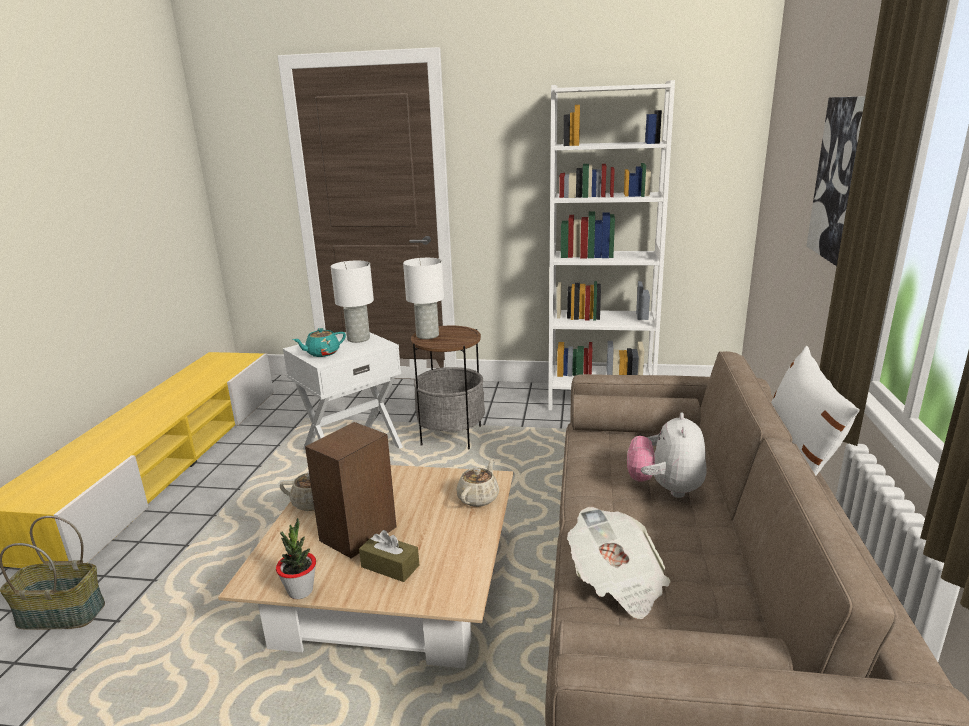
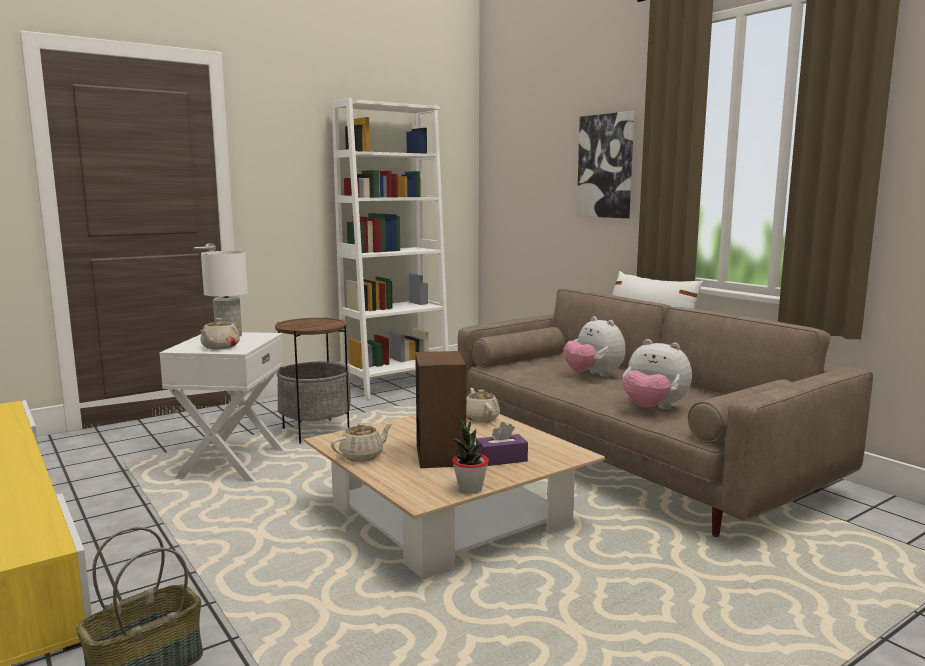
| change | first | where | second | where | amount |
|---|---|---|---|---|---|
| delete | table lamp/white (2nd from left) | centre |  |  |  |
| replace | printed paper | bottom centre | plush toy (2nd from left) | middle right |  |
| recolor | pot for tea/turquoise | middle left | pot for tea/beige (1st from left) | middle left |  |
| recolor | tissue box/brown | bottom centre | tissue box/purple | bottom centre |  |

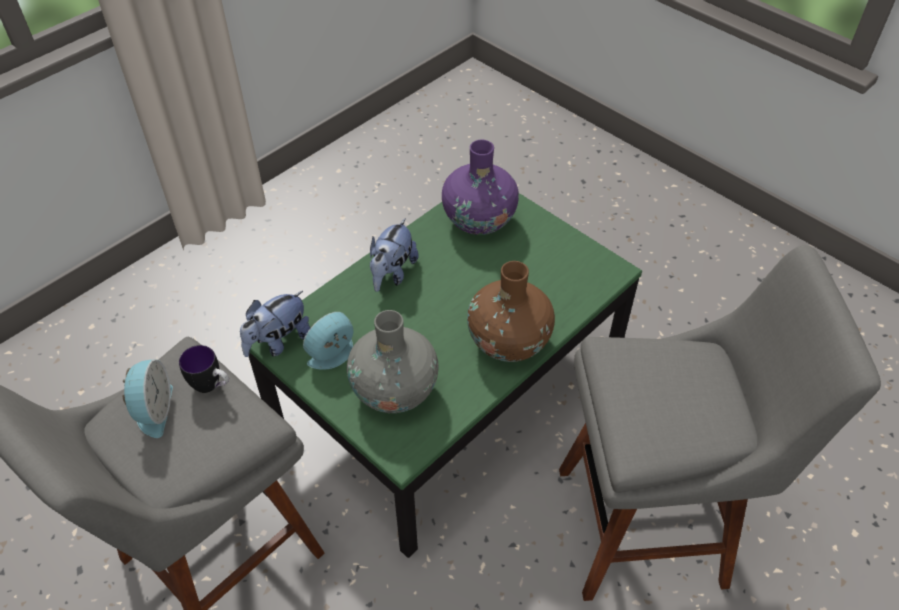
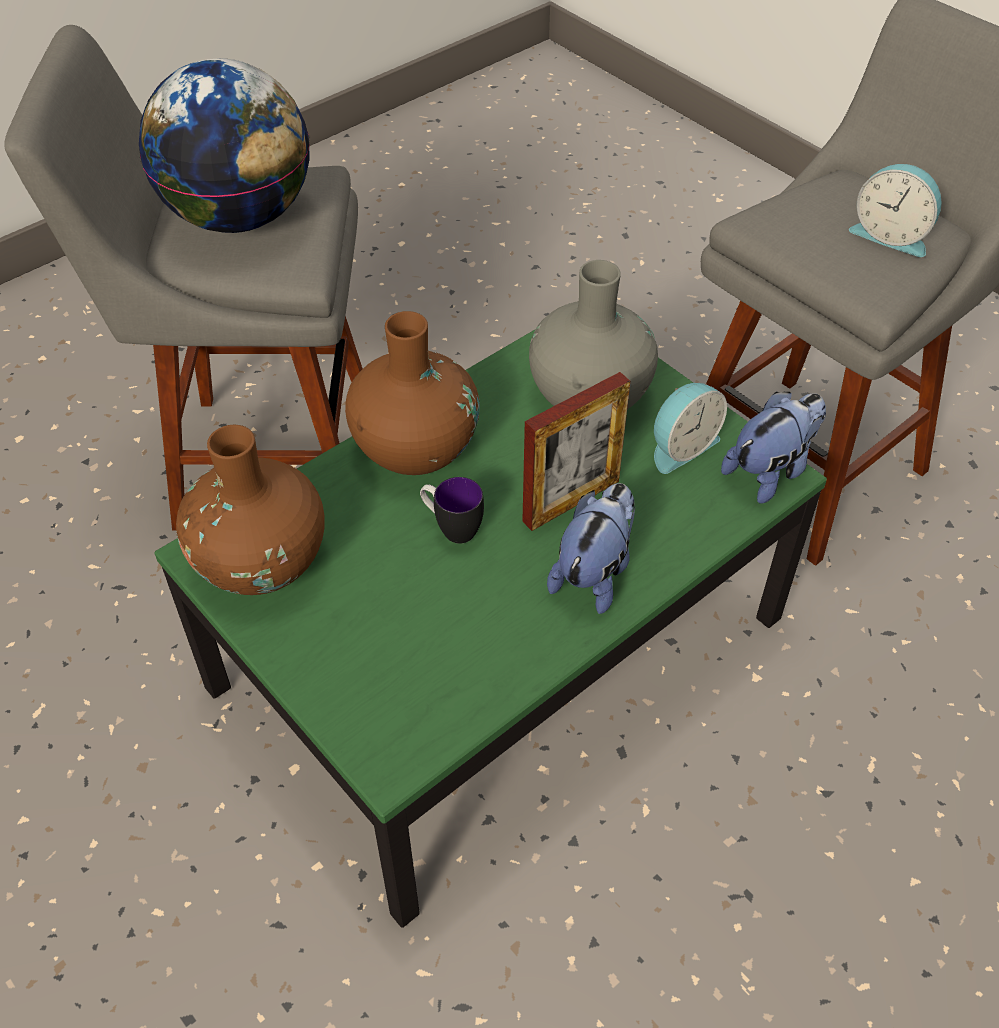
| change | first | where | second | where | amount |
|---|---|---|---|---|---|
| delete | vase/purple | top centre |  |  |  |
| insert |  |  | world globe | top left |  |
| insert |  |  | vase/brown (1st from left) | middle left |  |
| insert |  |  | picture frame | centre |  |
| move | tea mug | middle left |  | centre |  |
| rotate | alarm clock (1st from left in the first image) | middle left | alarm clock (2nd from left) | top right | 60 degrees counterclockwise |

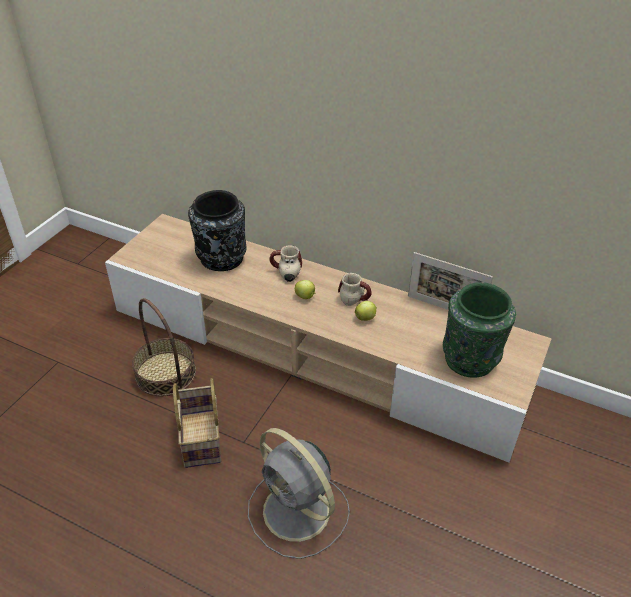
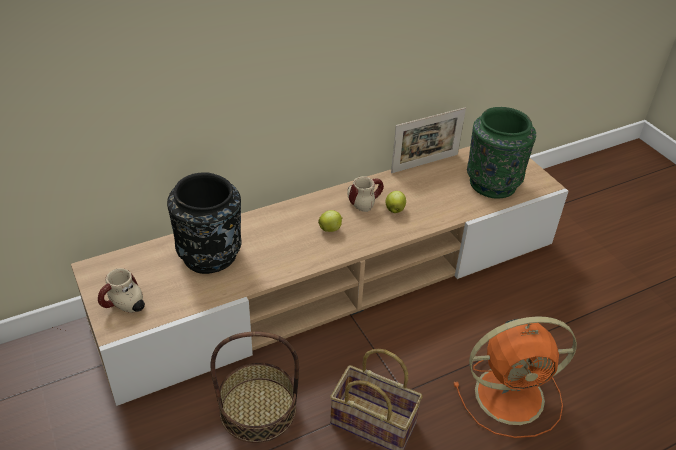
| change | first | where | second | where | amount |
|---|---|---|---|---|---|
| move | tea mug (1st from left) | centre |  | middle left |  |
| recolor | fan/grey | bottom centre | fan/orange-coloured | bottom right |  |

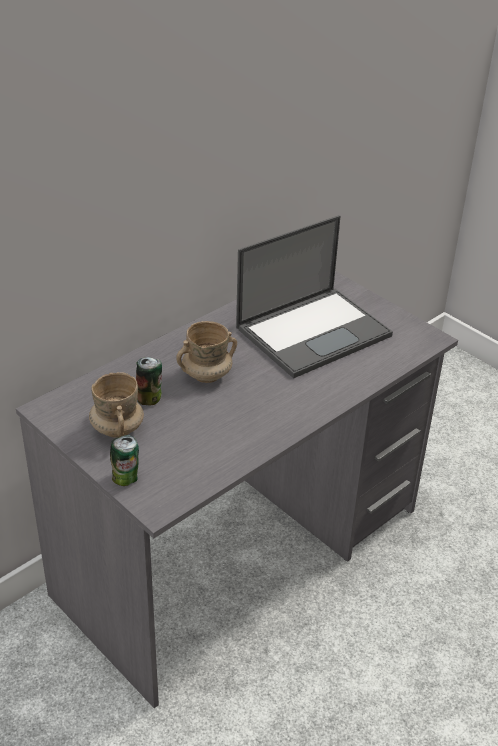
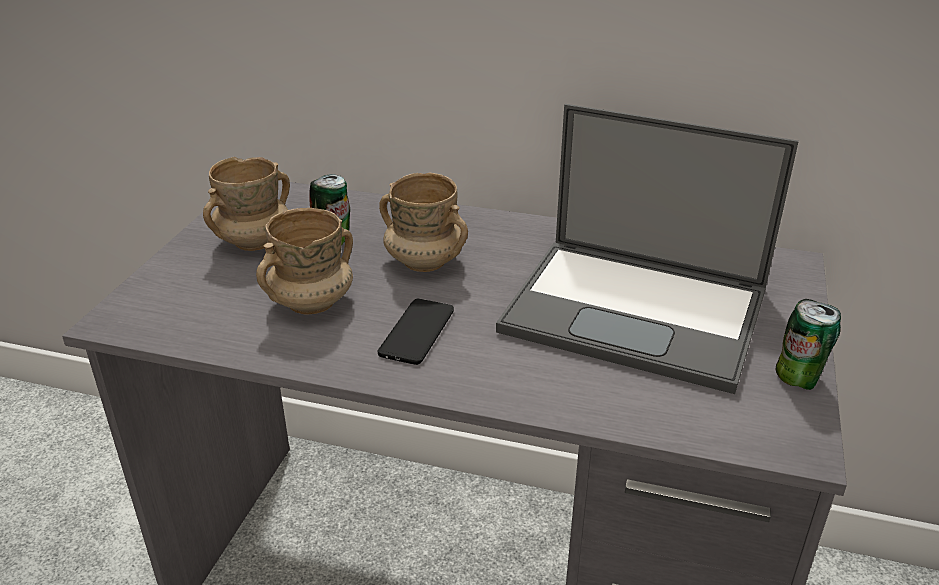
| change | first | where | second | where | amount |
|---|---|---|---|---|---|
| insert |  |  | tea mug/beige (2nd from left) | middle left |  |
| insert |  |  | telephone | centre |  |
| move | sealed can (1st from left in the first image) | middle left | sealed can (2nd from left) | middle right |  |

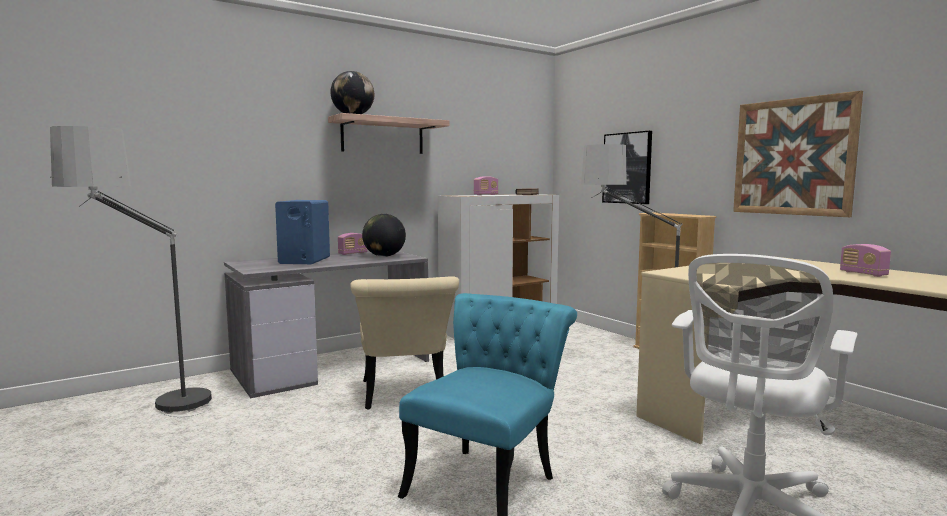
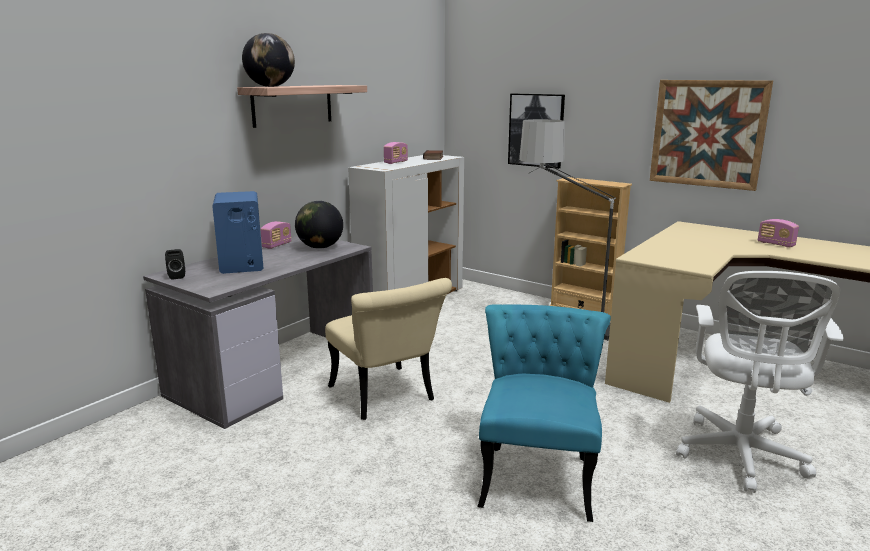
| change | first | where | second | where | amount |
|---|---|---|---|---|---|
| delete | standing lamp (1st from left) | middle left |  |  |  |
| insert |  |  | speaker/blackish | middle left |  |

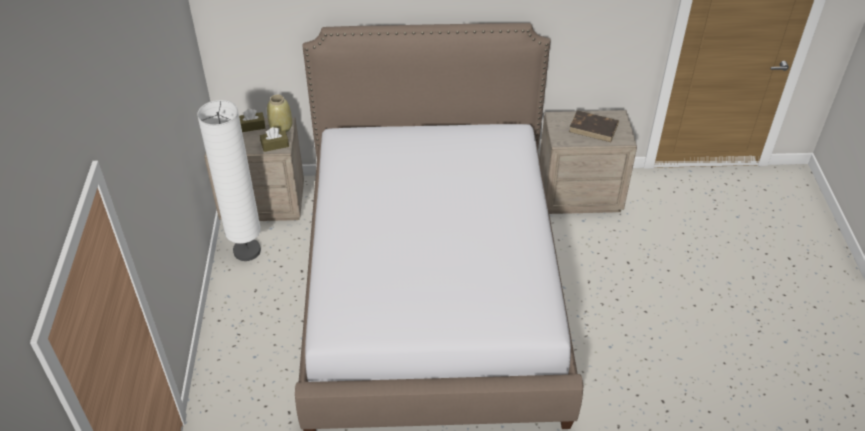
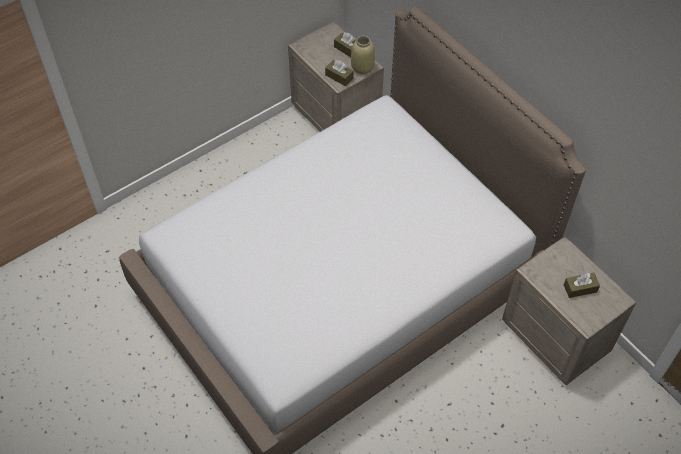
| change | first | where | second | where | amount |
|---|---|---|---|---|---|
| delete | standing lamp/white | middle left |  |  |  |
| replace | book/brown | top right | tissue box/brown (3rd from left) | middle right |  |

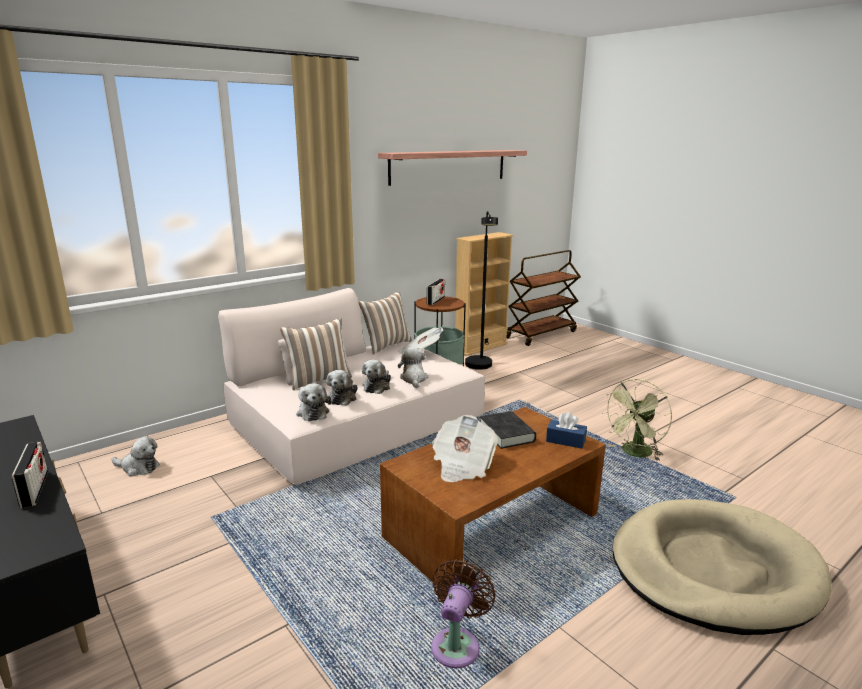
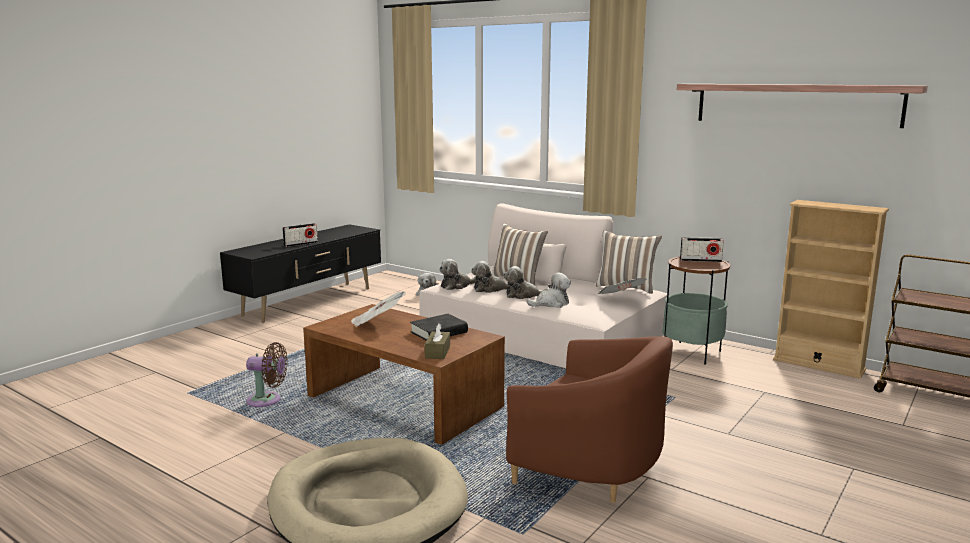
| change | first | where | second | where | amount |
|---|---|---|---|---|---|
| delete | standing lamp/blackish | centre |  |  |  |
| replace | fan/green | middle right | armchair/brown | bottom centre |  |
| recolor | tissue box/blue-coloured | centre | tissue box/brown | centre |  |

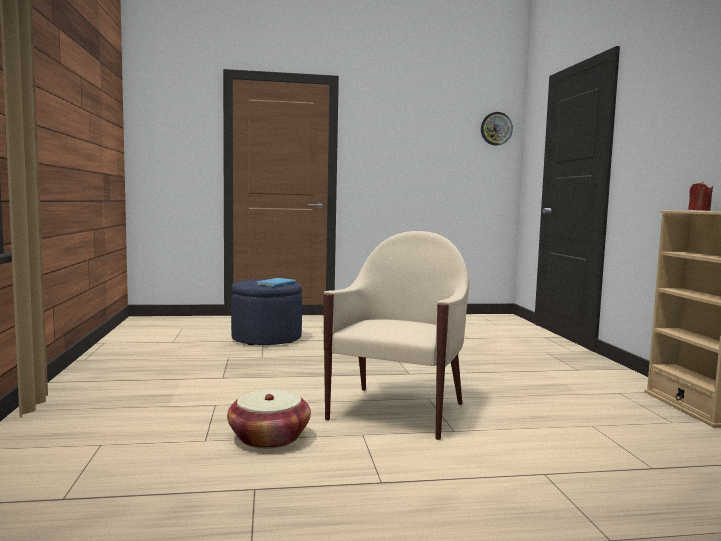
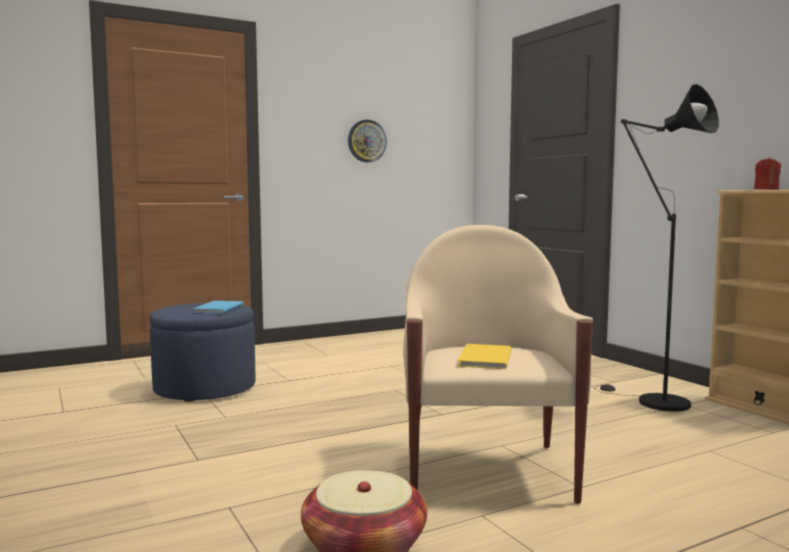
| change | first | where | second | where | amount |
|---|---|---|---|---|---|
| insert |  |  | book/yellow-coloured | centre |  |
| insert |  |  | standing lamp/blackish | middle right |  |
| move | wall clock | top right |  | top centre |  |

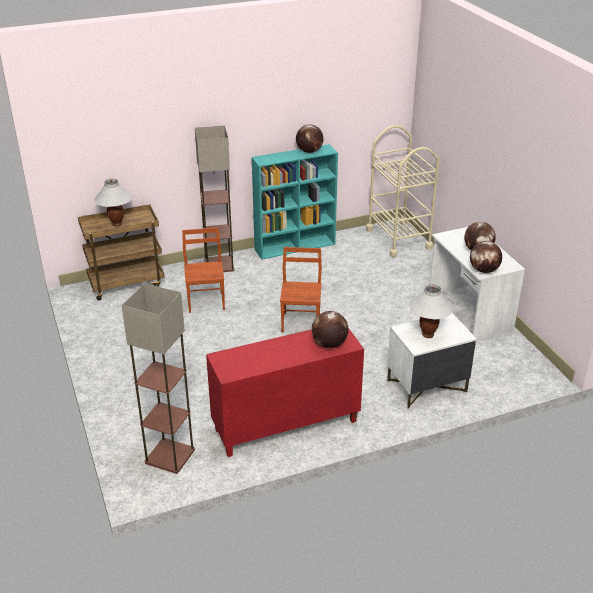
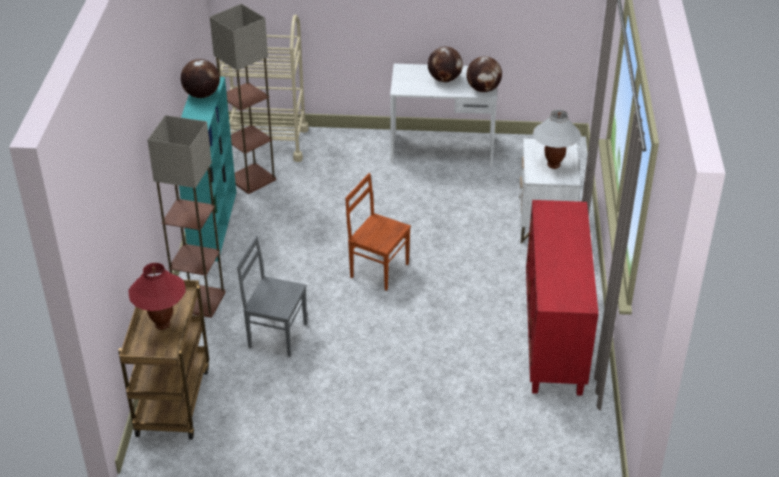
| change | first | where | second | where | amount |
|---|---|---|---|---|---|
| delete | world globe (2nd from left) | centre |  |  |  |
| move | standing lamp (1st from left in the first image) | middle left | standing lamp (2nd from left) | top left |  |
| recolor | table lamp/white (1st from left) | middle left | table lamp/red-coloured | middle left |  |
| recolor | plain chair/brown (1st from left) | centre | plain chair/grey | centre |  |

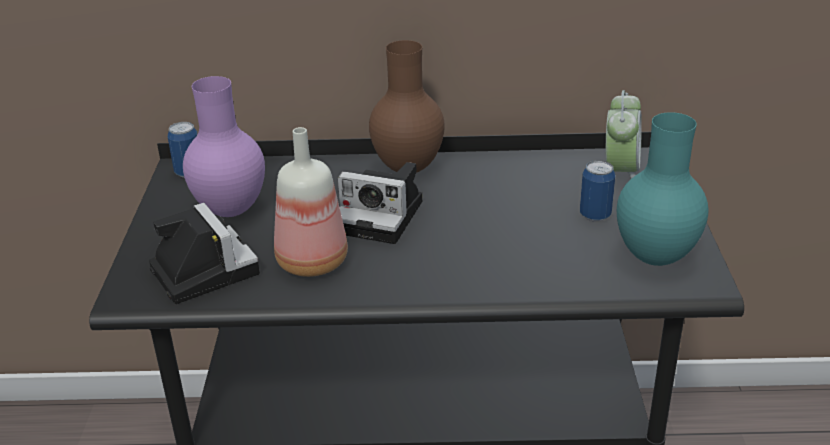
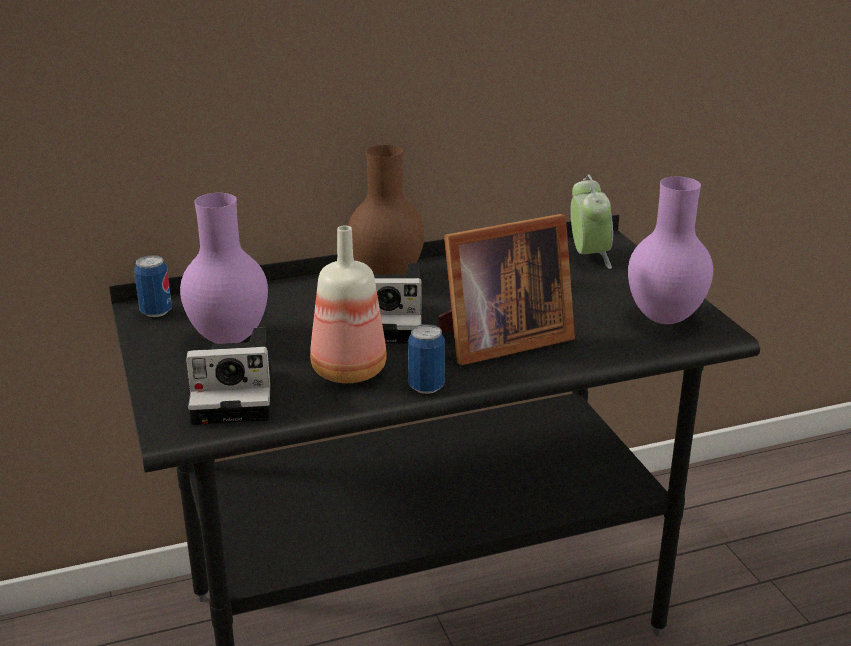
| change | first | where | second | where | amount |
|---|---|---|---|---|---|
| insert |  |  | picture frame | centre |  |
| move | sealed can (2nd from left) | middle right |  | centre |  |
| recolor | vase/turquoise | middle right | vase/purple (2nd from left) | middle right |  |
| rotate | photo camera (1st from left) | middle left |  | middle left | 135 degrees clockwise |

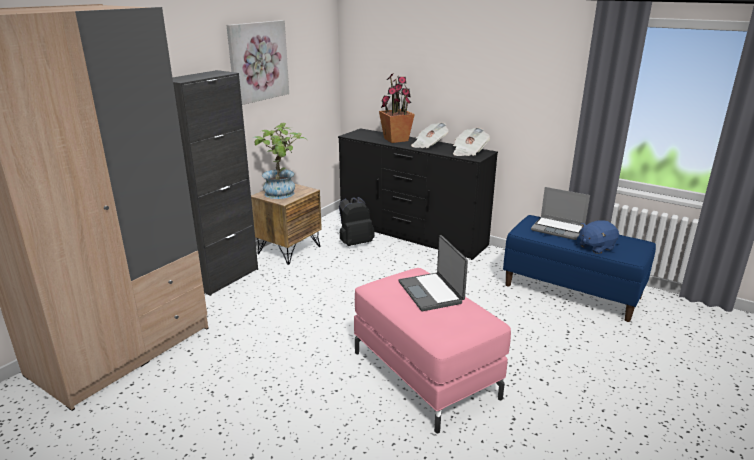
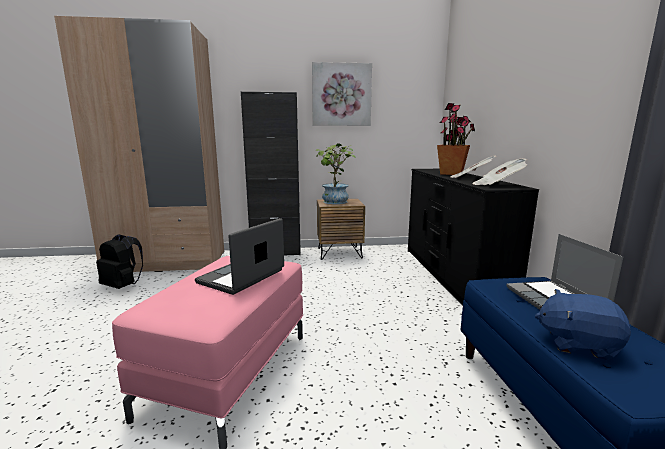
| change | first | where | second | where | amount |
|---|---|---|---|---|---|
| move | backpack/blackish | centre |  | middle left |  |

